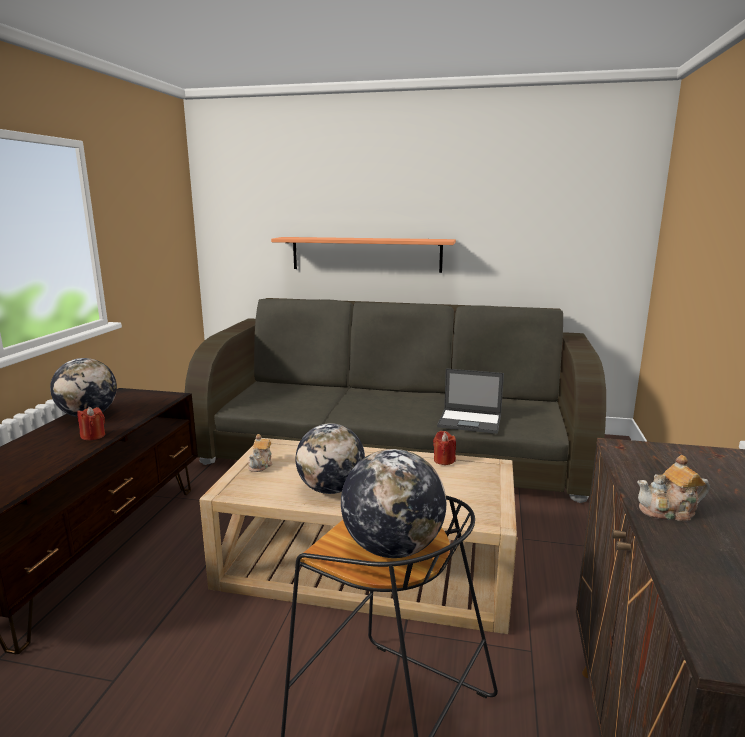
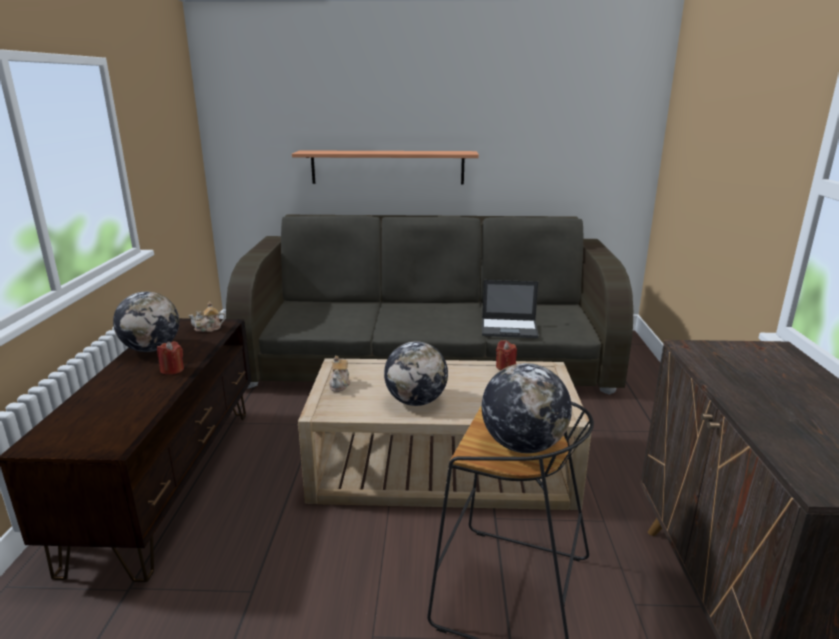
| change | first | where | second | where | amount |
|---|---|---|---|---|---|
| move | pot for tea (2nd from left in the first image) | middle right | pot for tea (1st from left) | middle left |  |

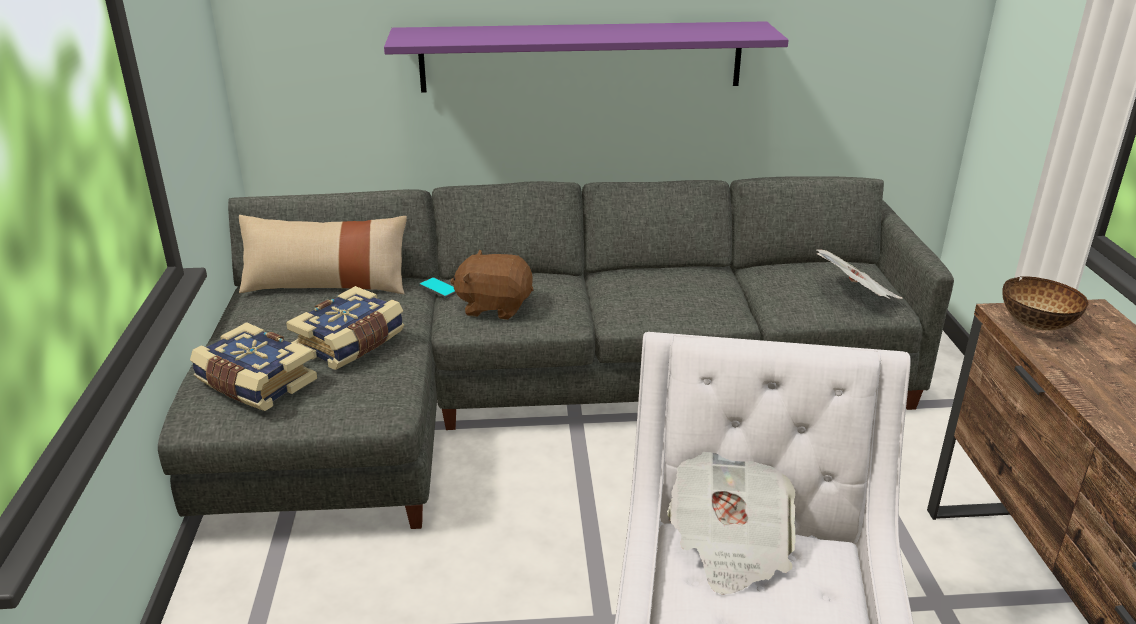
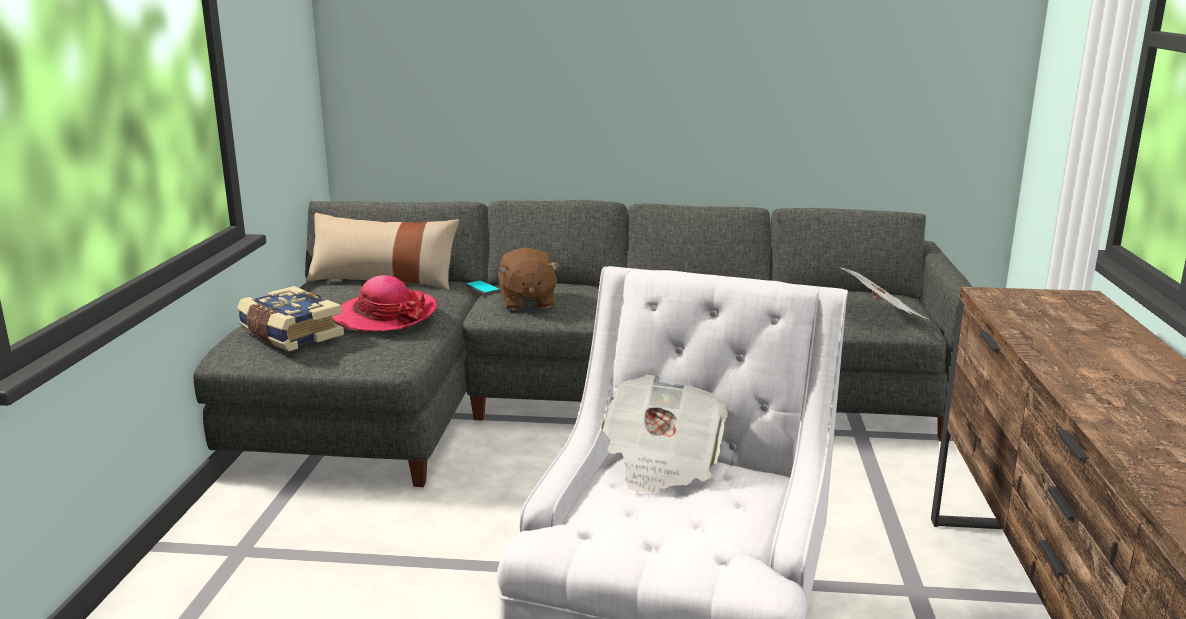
| change | first | where | second | where | amount |
|---|---|---|---|---|---|
| delete | shelf/purple | top centre |  |  |  |
| delete | deep dish | middle right |  |  |  |
| replace | book (2nd from left) | middle left | clothing hat | middle left |  |
| rotate | plush toy/brown | centre |  | centre | 120 degrees counterclockwise |

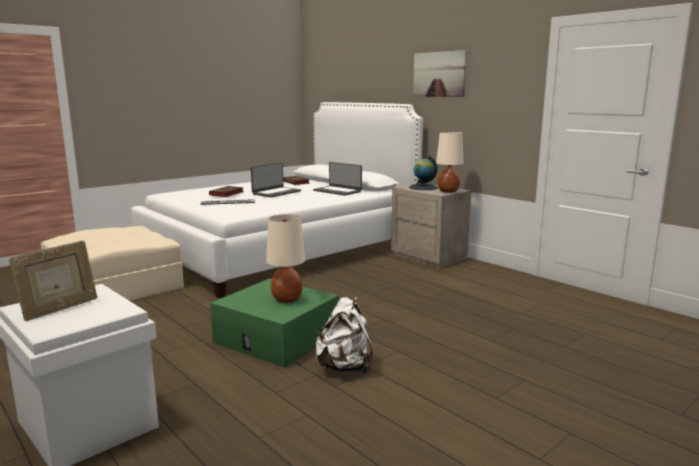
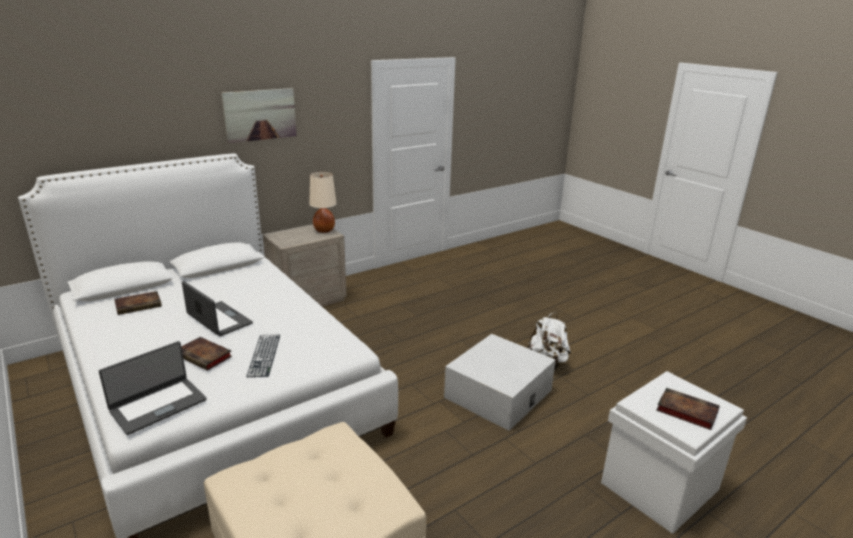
| change | first | where | second | where | amount |
|---|---|---|---|---|---|
| delete | table lamp/beige (1st from left) | centre |  |  |  |
| delete | world globe | centre |  |  |  |
| move | portable computer (2nd from left in the first image) | centre | portable computer (1st from left) | bottom left |  |
| replace | picture frame | middle left | book (3rd from left) | bottom right |  |
| recolor | storage bin/green | bottom centre | storage bin/white (1st from left) | bottom centre |  |

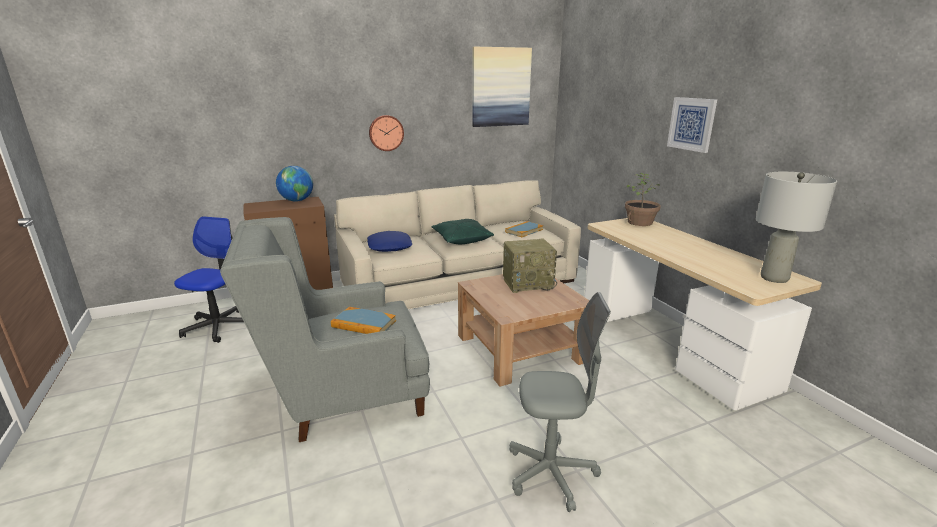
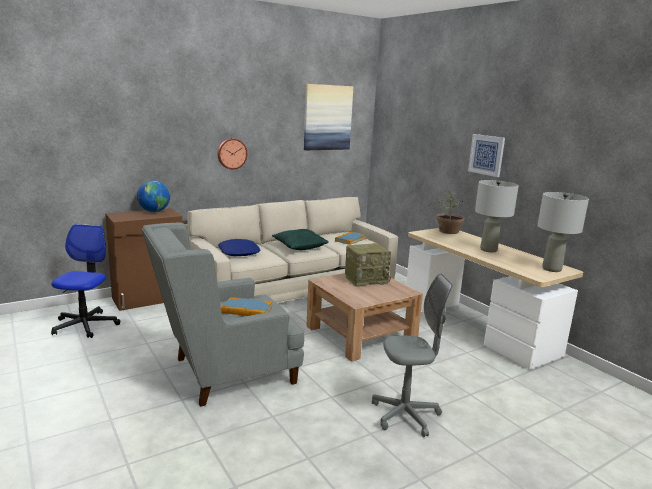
| change | first | where | second | where | amount |
|---|---|---|---|---|---|
| insert |  |  | table lamp/grey (1st from left) | middle right |  |

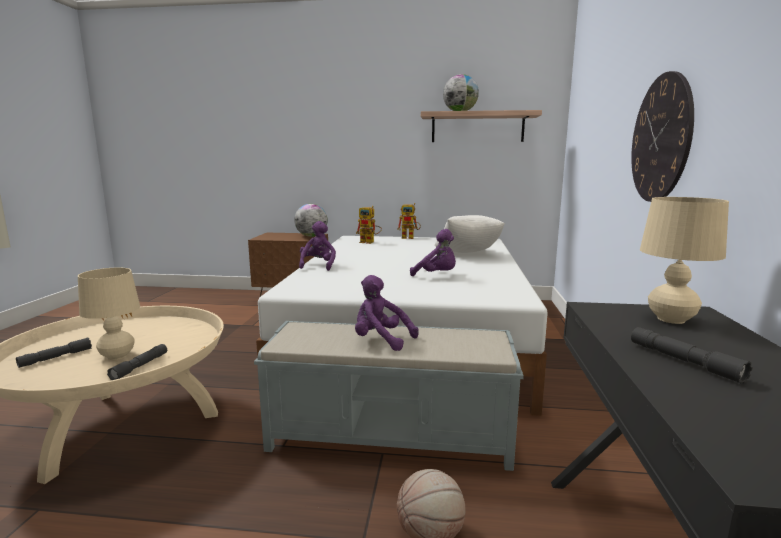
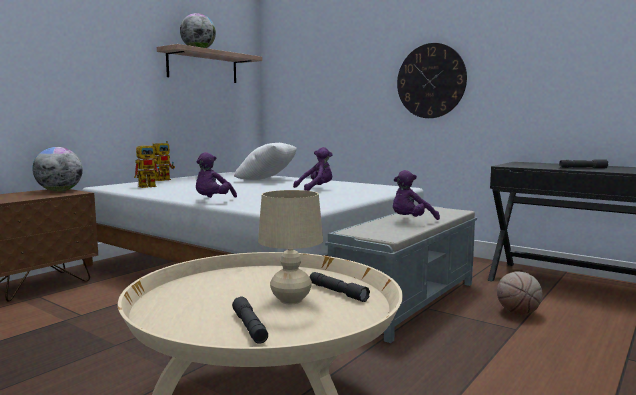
| change | first | where | second | where | amount |
|---|---|---|---|---|---|
| delete | table lamp/beige (2nd from left) | middle right |  |  |  |
| rotate | plush toy/purple (1st from left) | centre |  | centre | 105 degrees counterclockwise |

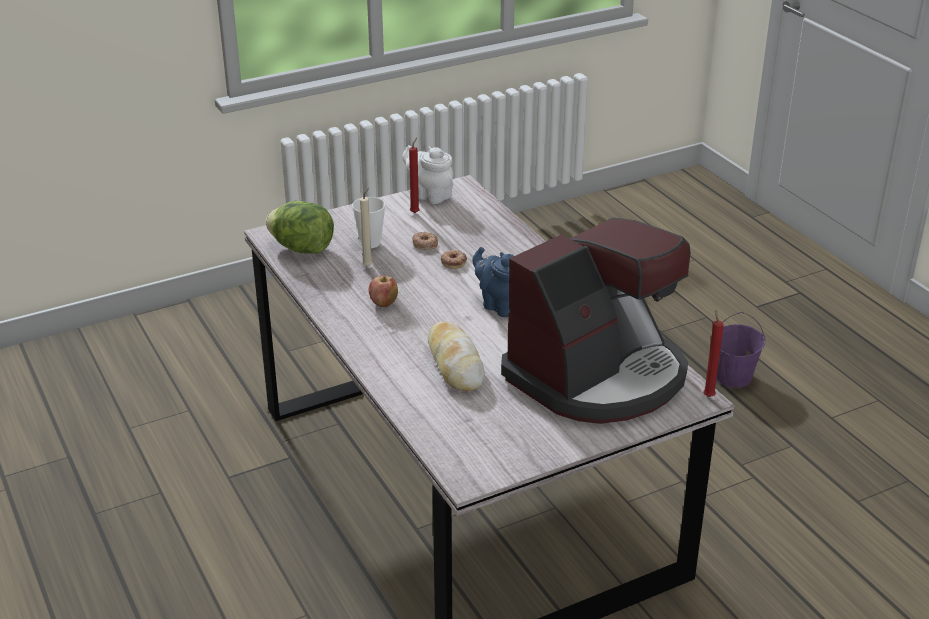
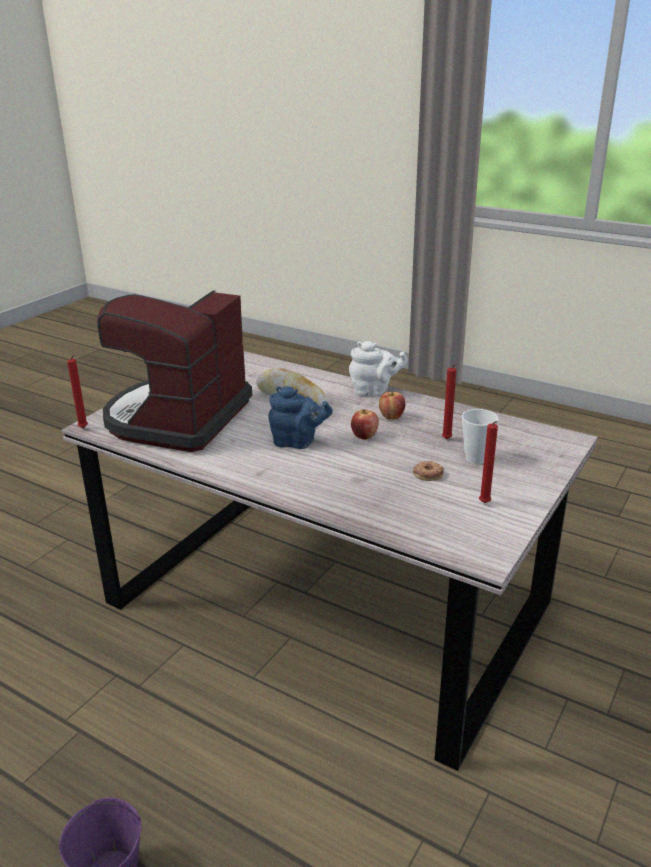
| change | first | where | second | where | amount |
|---|---|---|---|---|---|
| delete | head of lettuce | middle left |  |  |  |
| delete | donut (2nd from left) | centre |  |  |  |
| insert |  |  | apple fruit (1st from left) | centre |  |
| move | pot for tea/white | top centre |  | centre |  |
| recolor | wax candle/beige | centre | wax candle/red-coloured (2nd from left) | middle right |  |

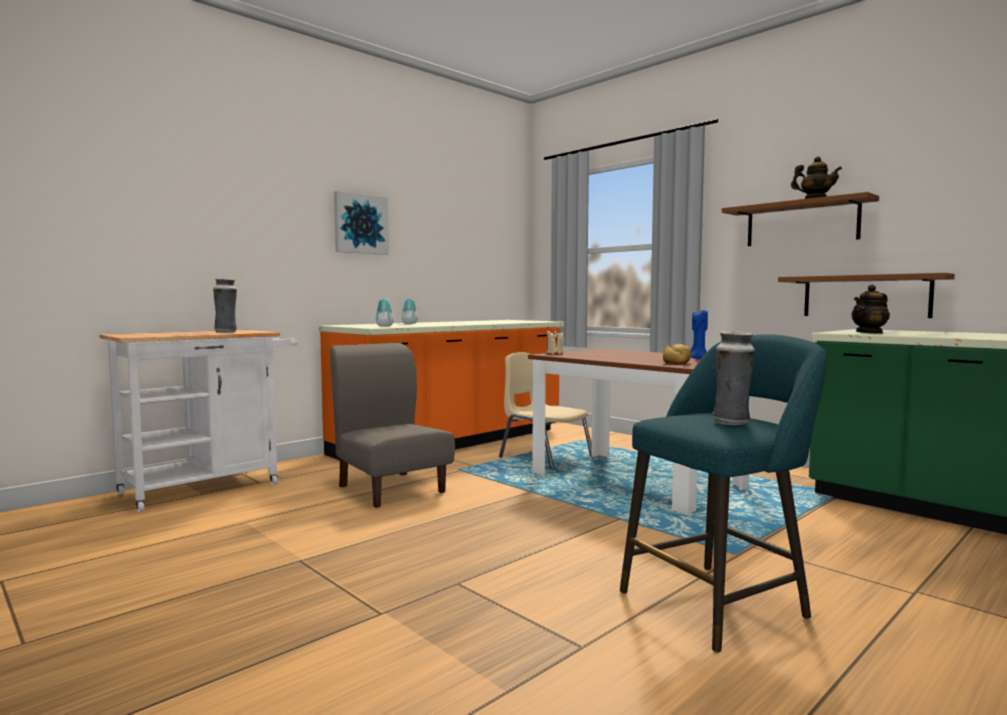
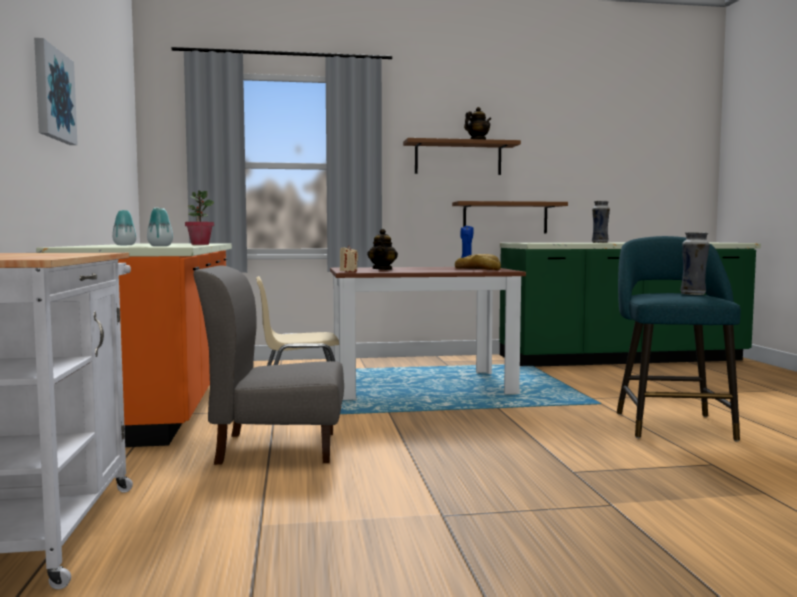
| change | first | where | second | where | amount |
|---|---|---|---|---|---|
| insert |  |  | potted plant | middle left |  |
| move | vase (1st from left in the first image) | middle left | vase (3rd from left) | middle right |  |
| move | pot for tea (2nd from left in the first image) | middle right | pot for tea (1st from left) | centre |  |

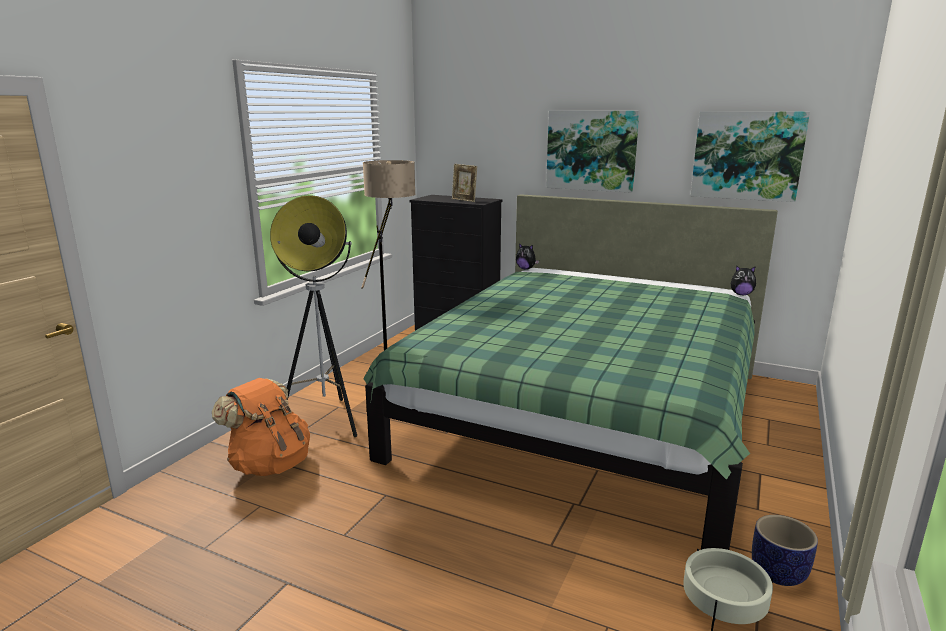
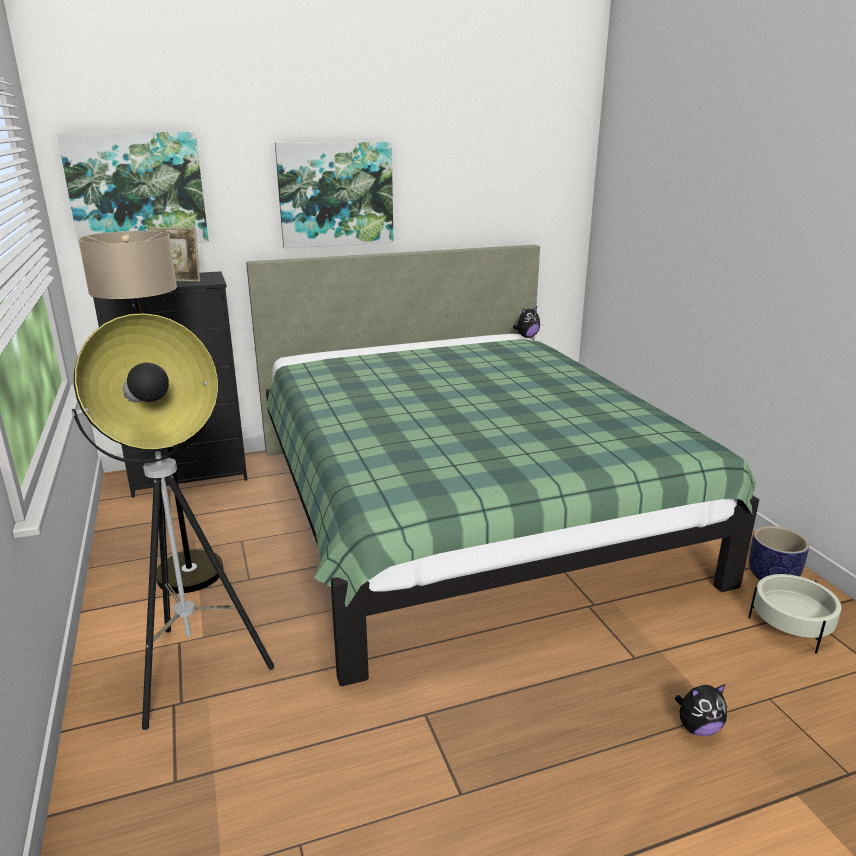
| change | first | where | second | where | amount |
|---|---|---|---|---|---|
| delete | backpack/orange-coloured | bottom left |  |  |  |
| move | plush toy (1st from left in the first image) | centre | plush toy (2nd from left) | bottom right |  |
| move | wall picture (2nd from left in the first image) | top right | wall picture (1st from left) | top left |  |

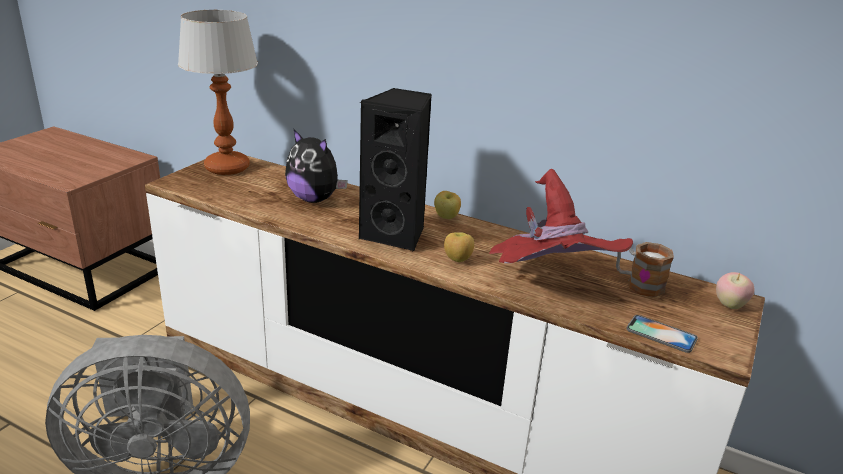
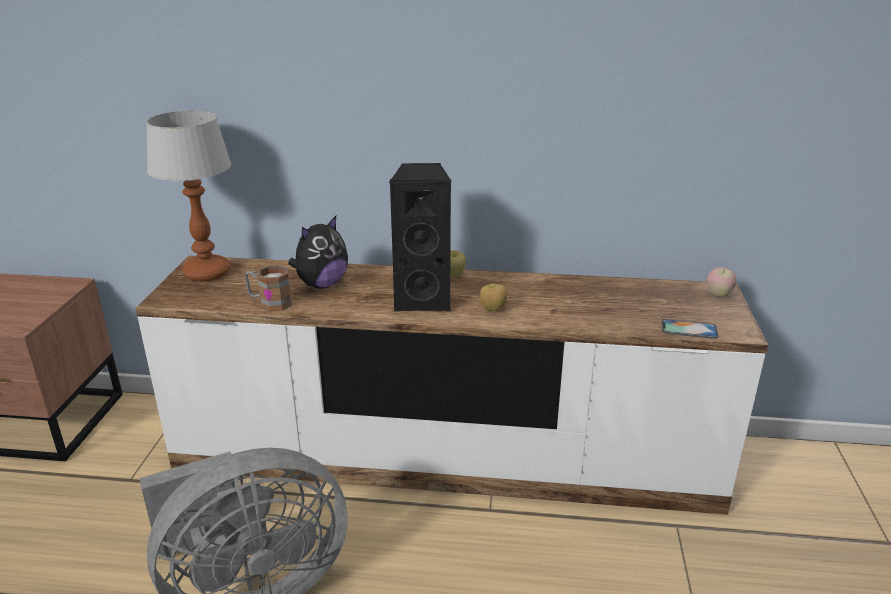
| change | first | where | second | where | amount |
|---|---|---|---|---|---|
| delete | clothing hat/red-coloured | centre |  |  |  |
| move | tea mug | middle right |  | middle left |  |
| rotate | plush toy | centre |  | centre | 60 degrees counterclockwise |

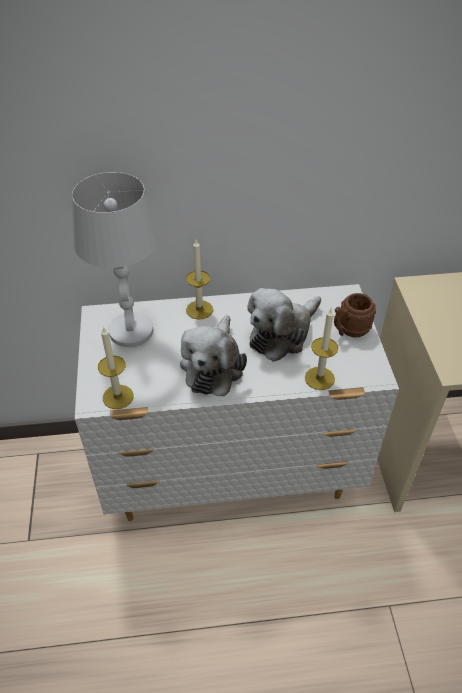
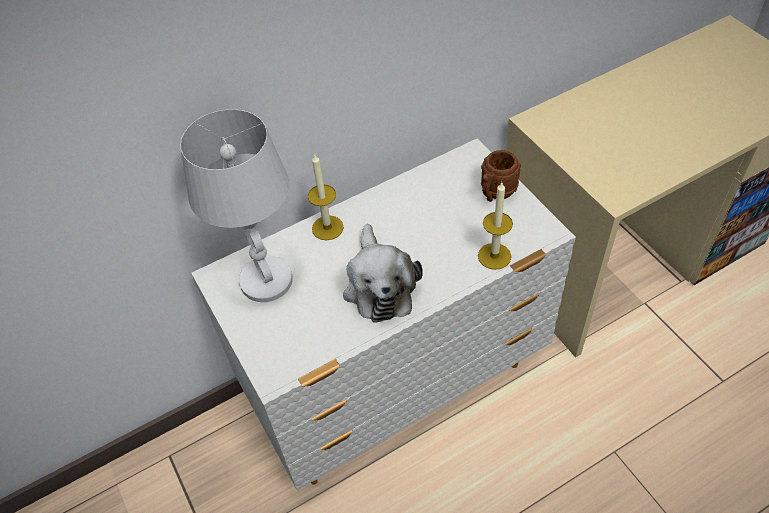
| change | first | where | second | where | amount |
|---|---|---|---|---|---|
| delete | wax candle (1st from left) | middle left |  |  |  |
| delete | plush toy (2nd from left) | centre |  |  |  |

